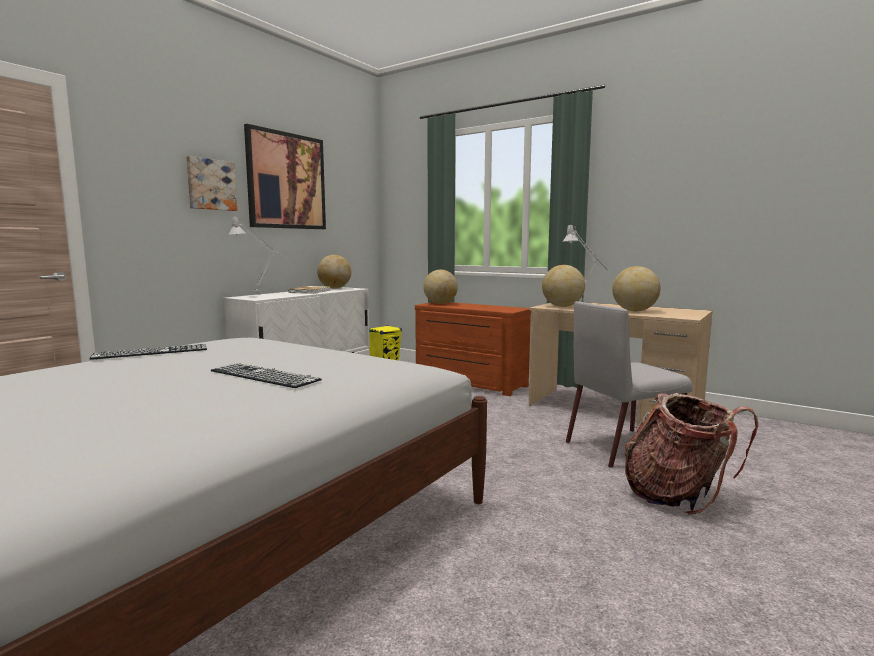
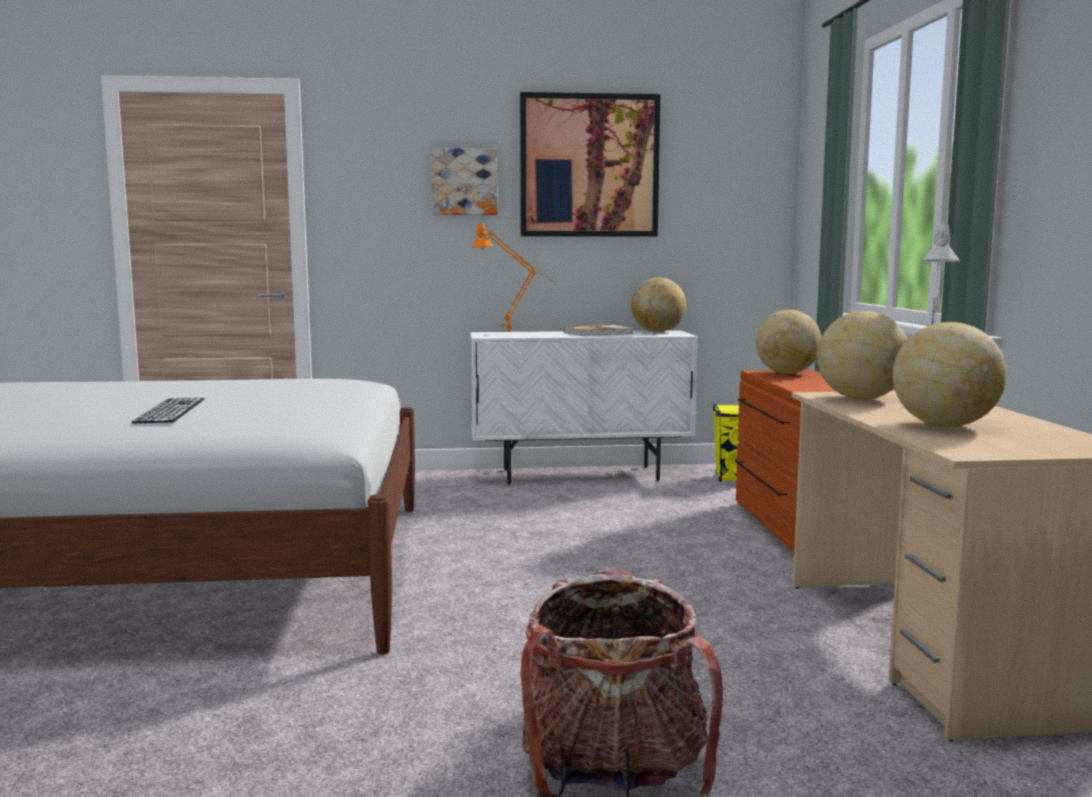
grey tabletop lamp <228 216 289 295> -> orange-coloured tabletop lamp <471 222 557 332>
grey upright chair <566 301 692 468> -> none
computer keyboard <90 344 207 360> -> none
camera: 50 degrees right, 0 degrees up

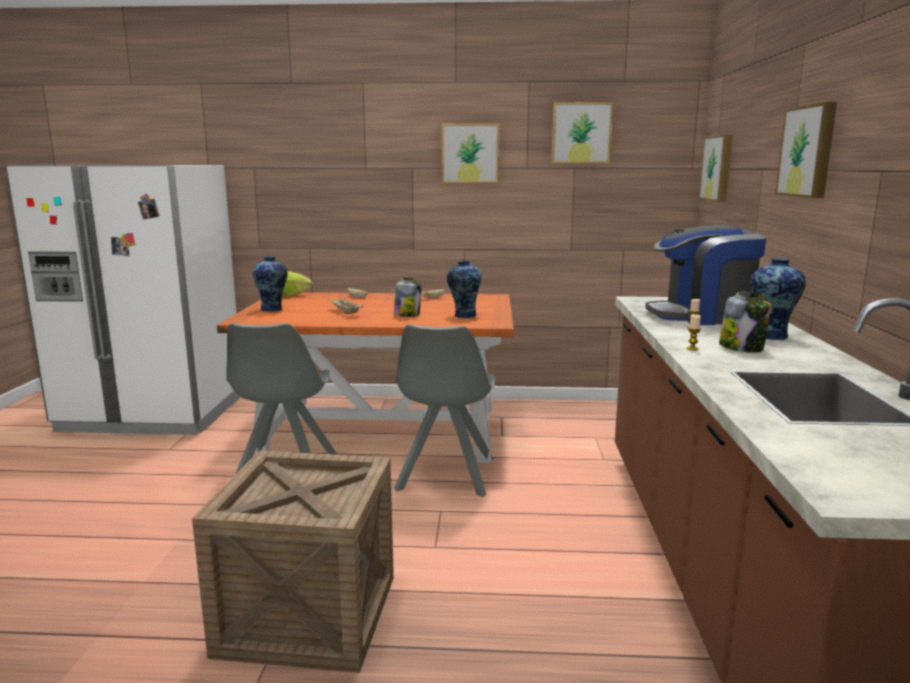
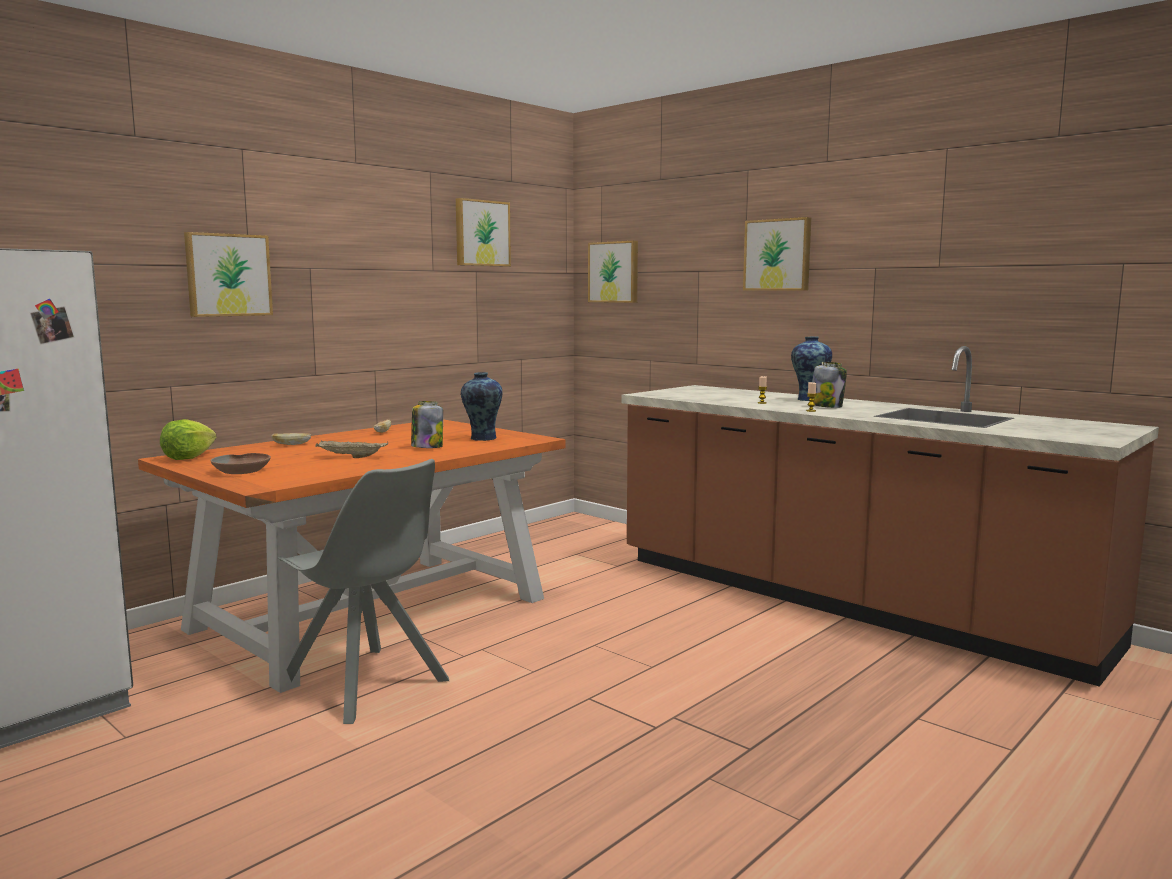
wall picture <442 123 500 183> -> wall picture <184 232 273 317>, moved
coffee machine <645 225 767 325> -> none
vase <253 256 288 312> -> brownish serving bowl <211 453 271 474>
grey upright chair <394 324 495 497> -> none
packing crate <192 451 394 673> -> none
camera: 50 degrees left, 5 degrees down

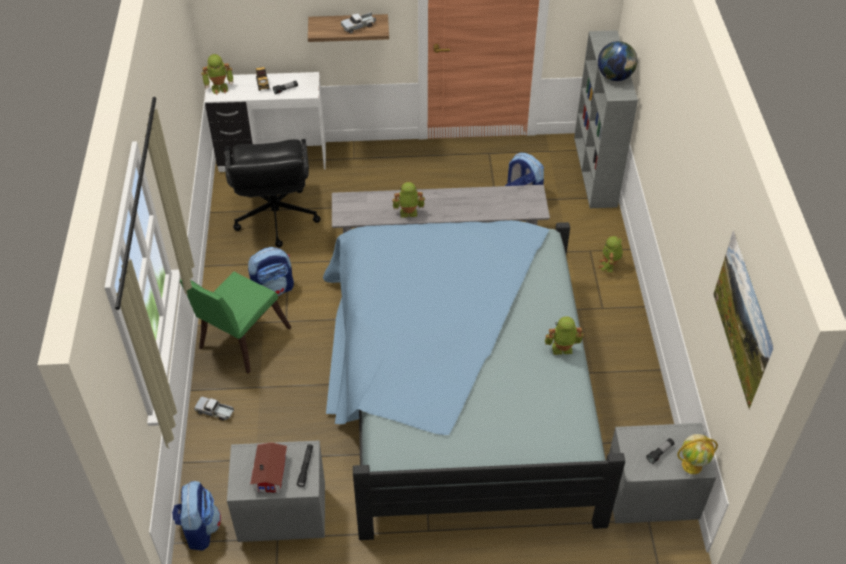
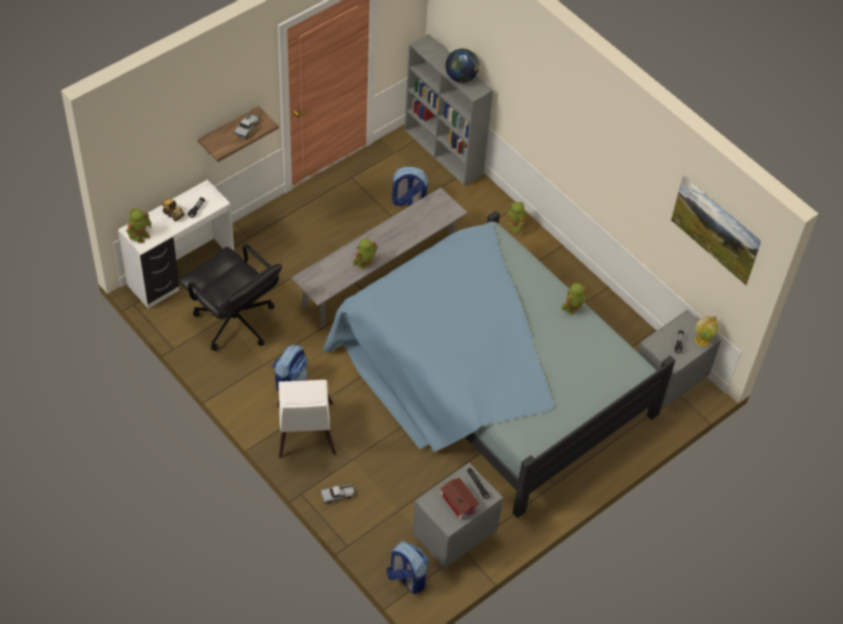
greenish upright chair <180 272 291 374> -> white upright chair <277 380 336 458>
camera: 40 degrees left, 5 degrees up

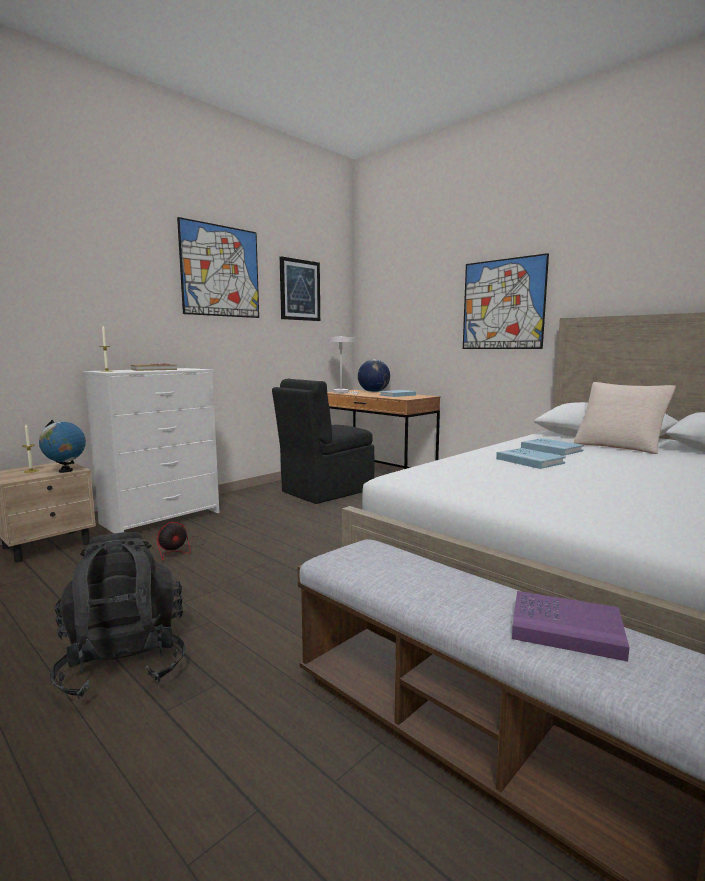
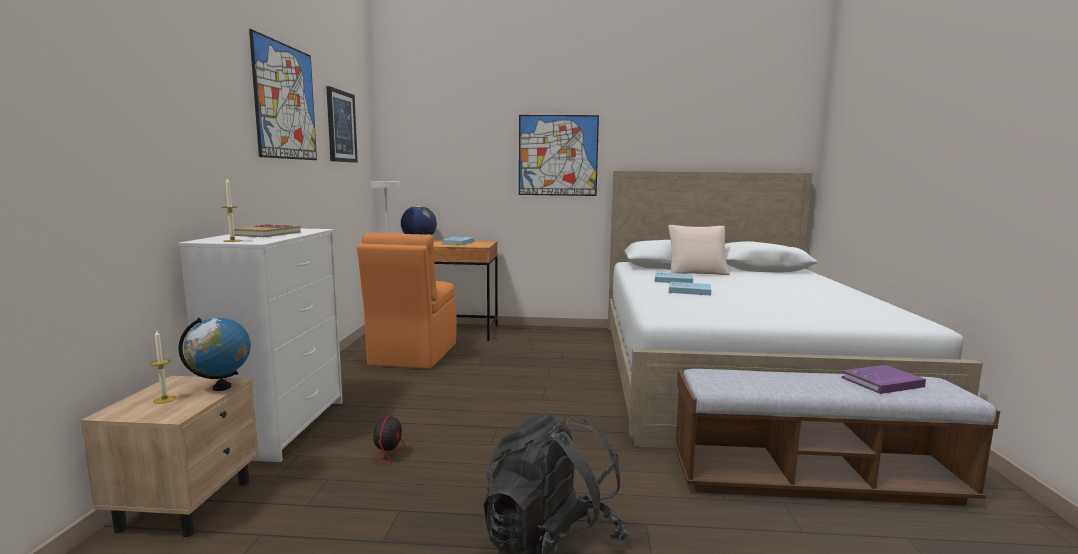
blackish upright chair <272 379 374 504> -> orange-coloured upright chair <357 233 456 369>
camera: 40 degrees left, 0 degrees up

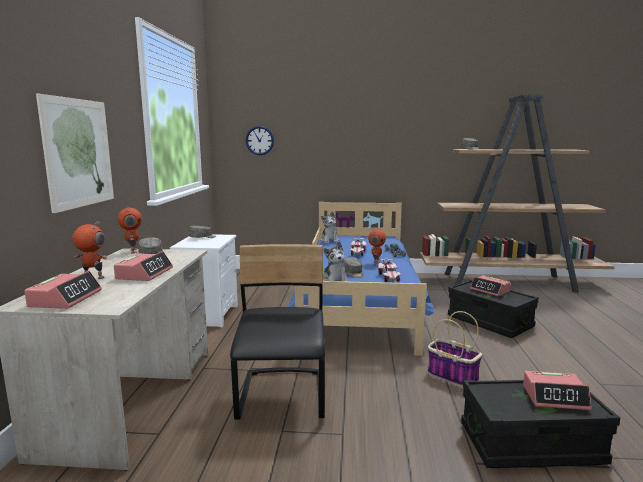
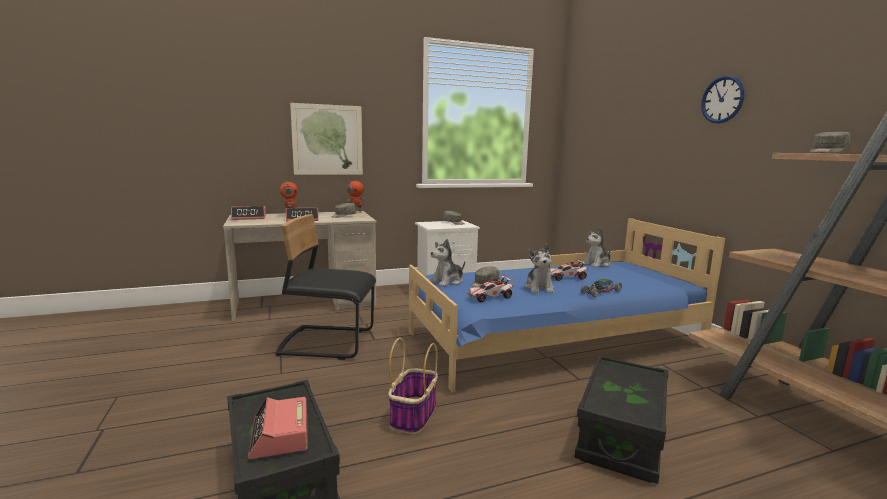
wall clock <246 126 274 155> -> wall clock <701 76 745 124>, moved
robot figure <368 229 386 265> -> soft toy <525 244 554 293>
blackish upright chair <230 244 325 420> -> blackish upright chair <275 214 376 360>, 150 degrees counterclockwise
table clock <470 275 510 296> -> none
camera: 65 degrees right, 0 degrees up

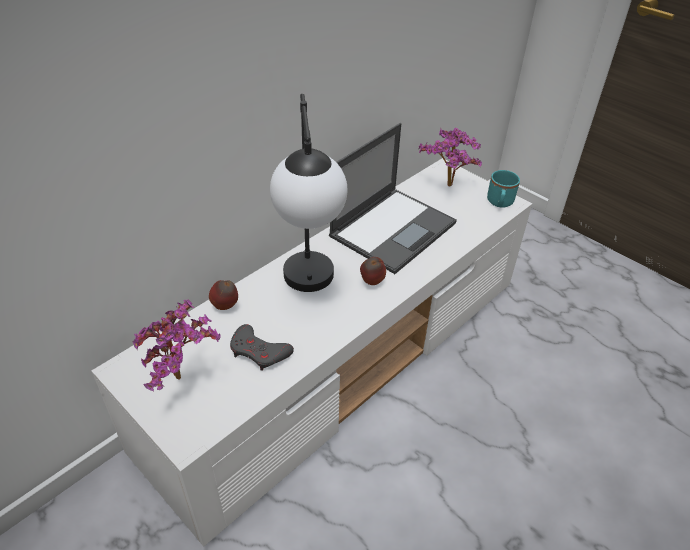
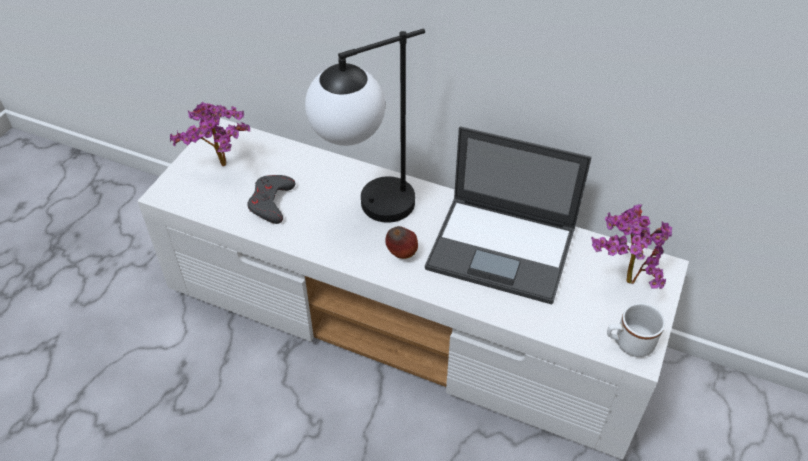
turquoise coffee mug <487 170 520 208> -> white coffee mug <607 303 665 357>
apple fruit <209 280 238 310> -> none
camera: 70 degrees right, 5 degrees up

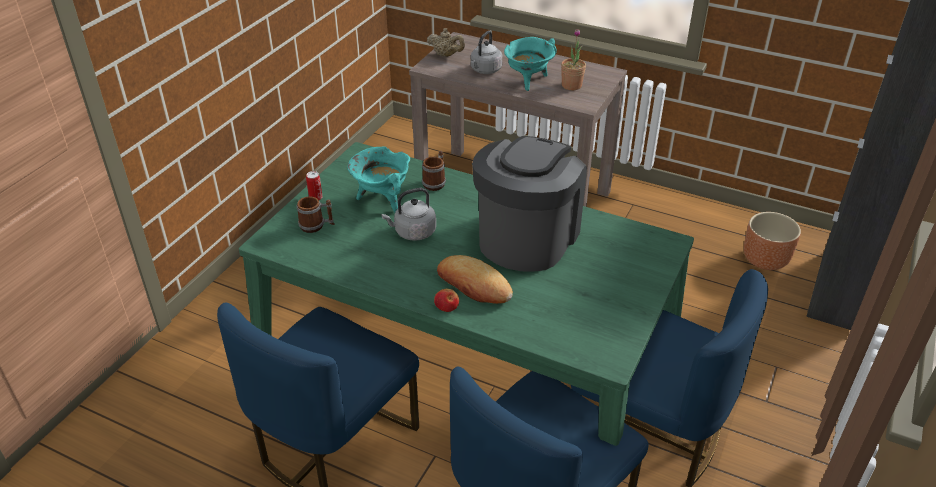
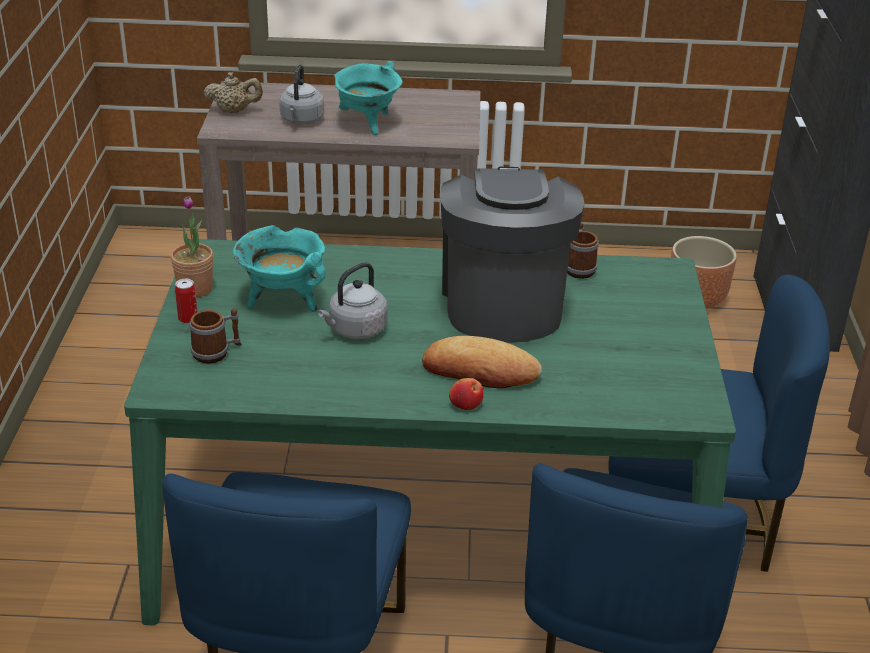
houseplant <561 29 586 90> -> houseplant <171 196 213 298>, moved
coffee mug <422 151 446 191> -> coffee mug <567 222 599 279>, moved
camera: 25 degrees left, 5 degrees down

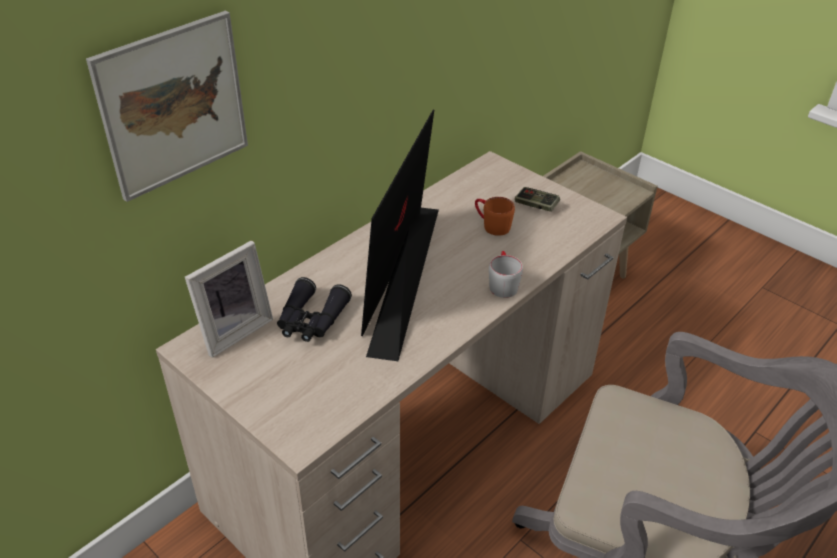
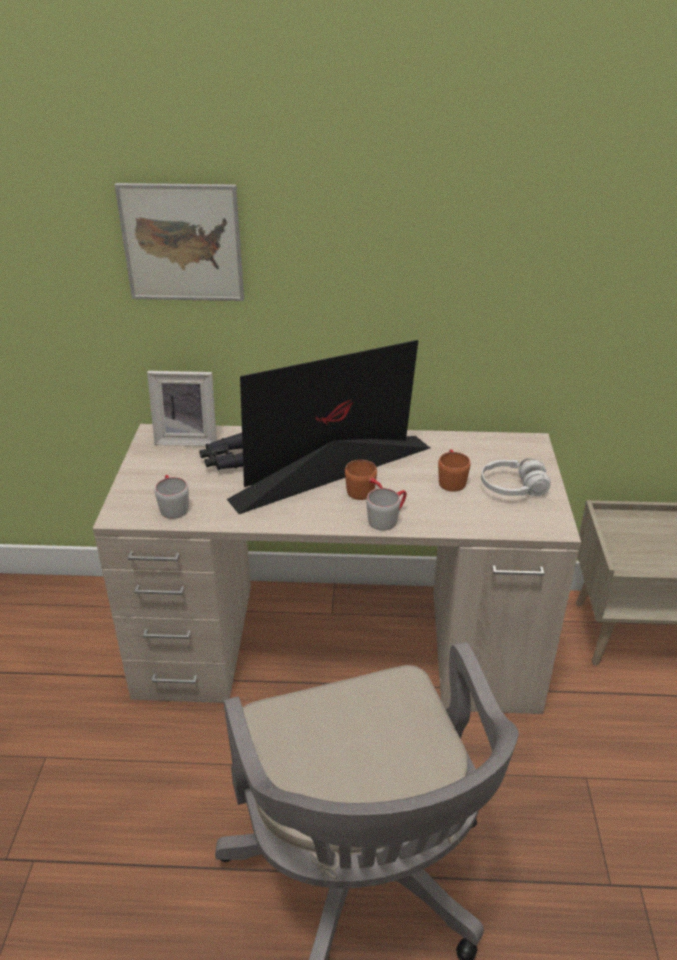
game controller <515 187 560 212> -> white pair of headphones <481 458 551 496>
none -> orange-coloured coffee mug <345 460 383 500>
none -> grey coffee mug <155 475 189 519>
camera: 50 degrees right, 5 degrees down

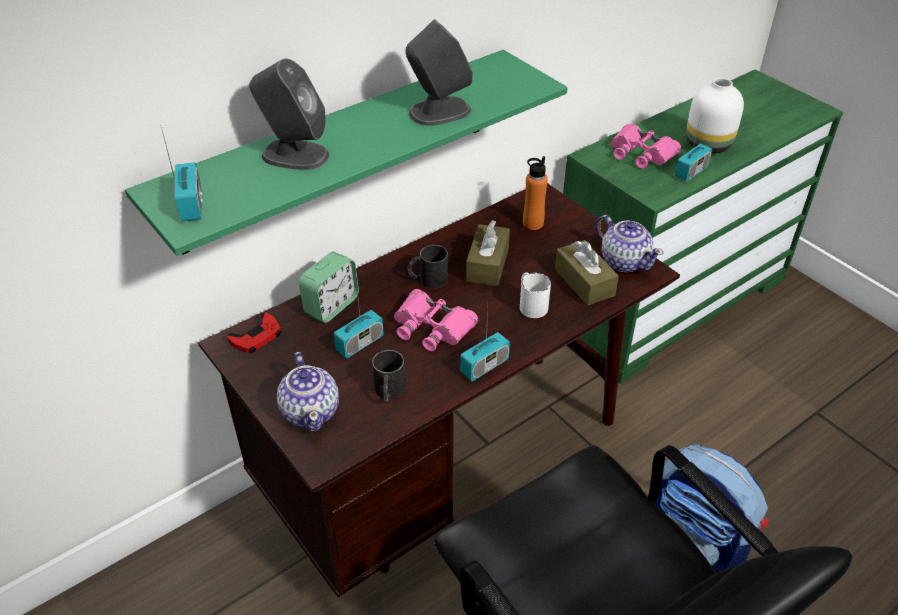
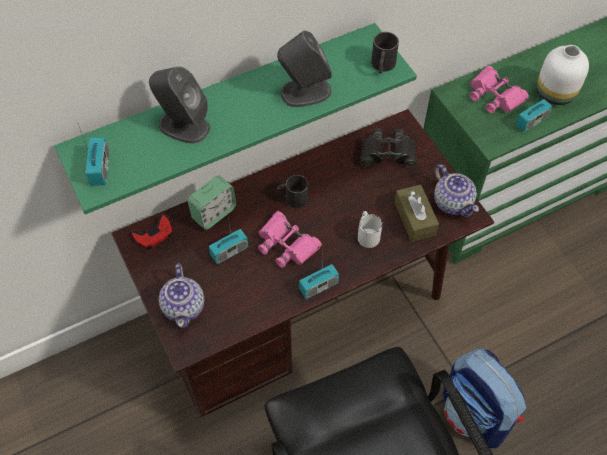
orange-coloured beverage bottle <523 156 548 230> -> blackish pair of binoculars <360 128 418 168>
brownish tissue holder <466 220 510 286> -> none
blackish coffee mug <372 350 406 403> -> blackish coffee mug <371 32 399 74>, moved
camera: 10 degrees right, 15 degrees up

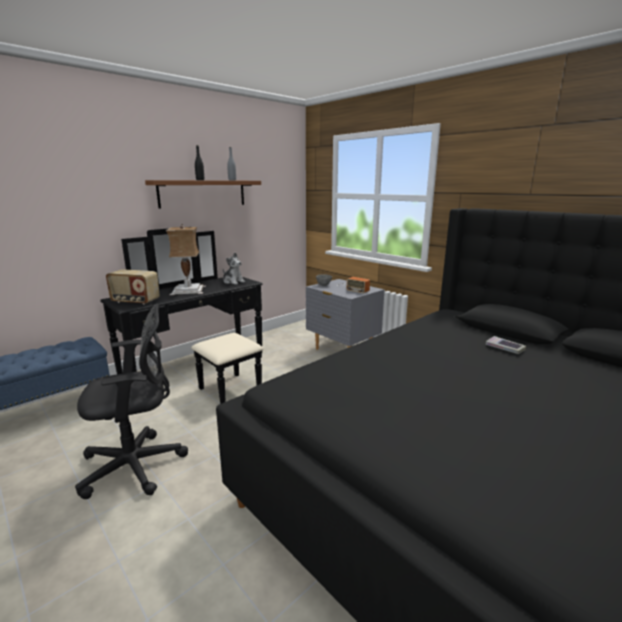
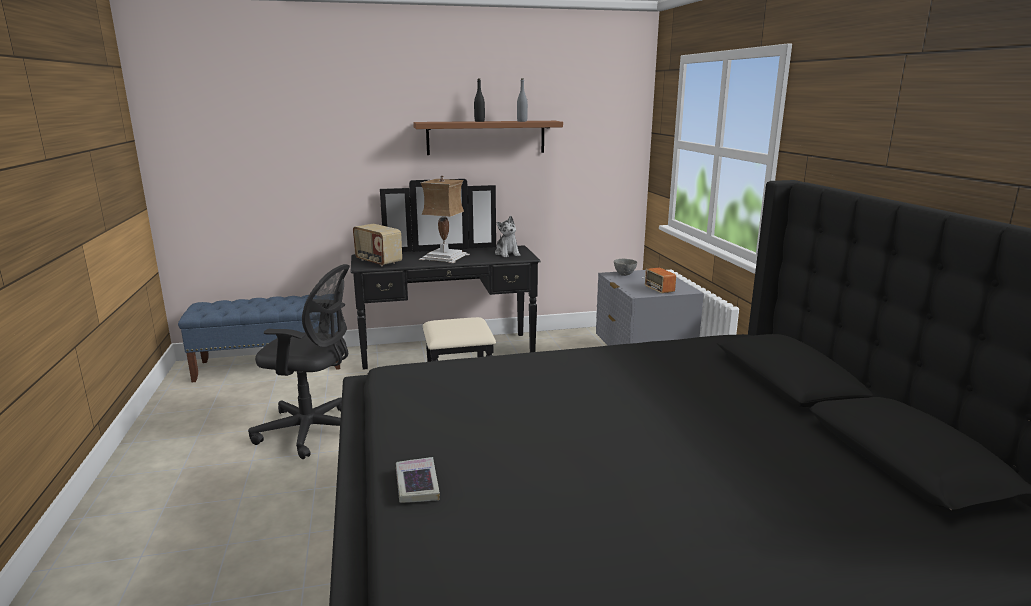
volume <485 336 526 354> -> volume <396 457 440 503>, moved
camera: 30 degrees right, 0 degrees up

